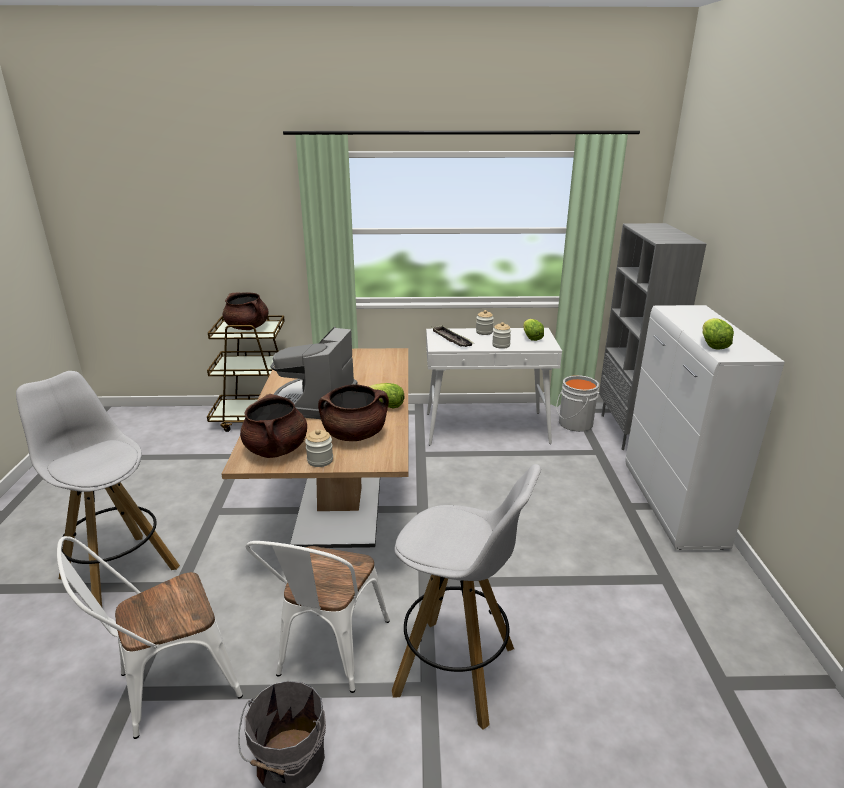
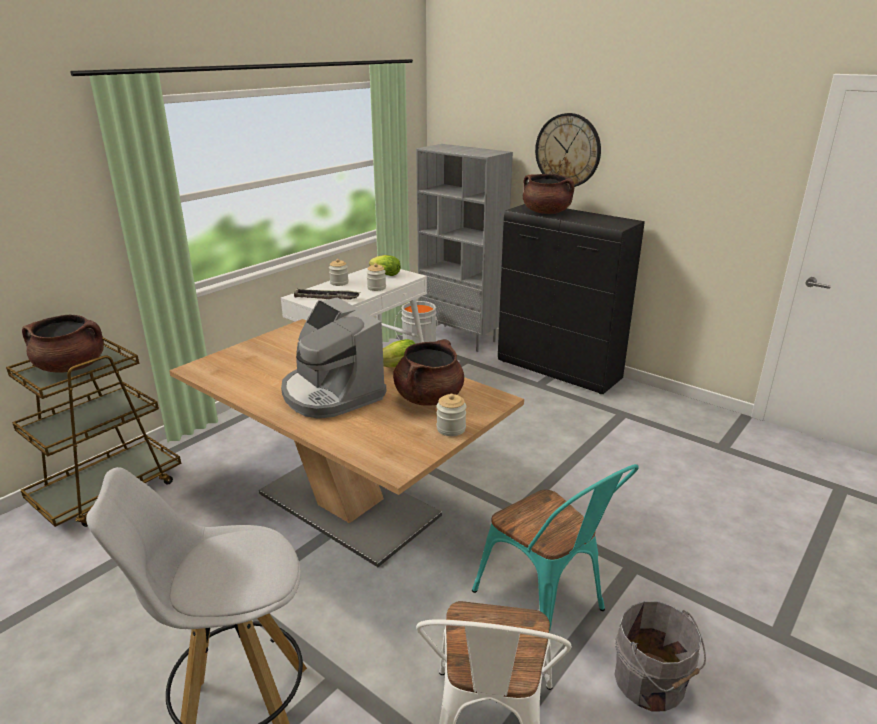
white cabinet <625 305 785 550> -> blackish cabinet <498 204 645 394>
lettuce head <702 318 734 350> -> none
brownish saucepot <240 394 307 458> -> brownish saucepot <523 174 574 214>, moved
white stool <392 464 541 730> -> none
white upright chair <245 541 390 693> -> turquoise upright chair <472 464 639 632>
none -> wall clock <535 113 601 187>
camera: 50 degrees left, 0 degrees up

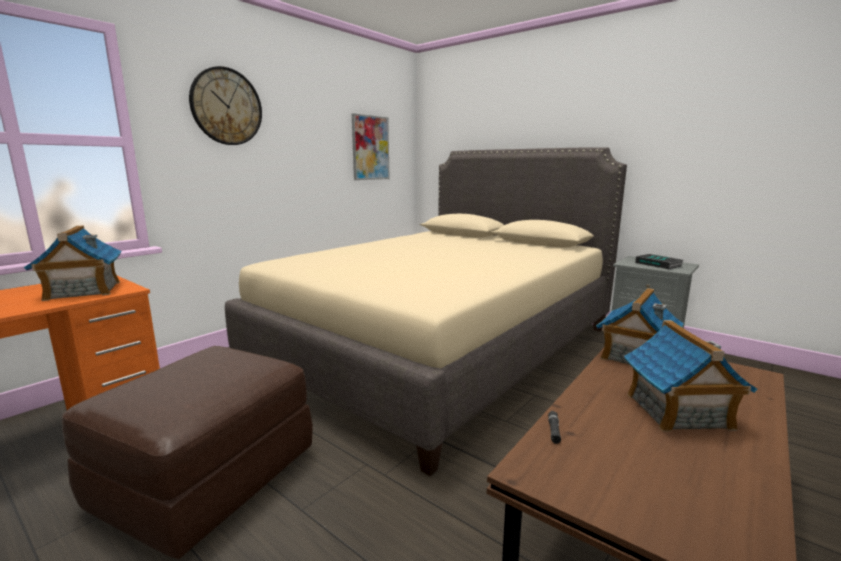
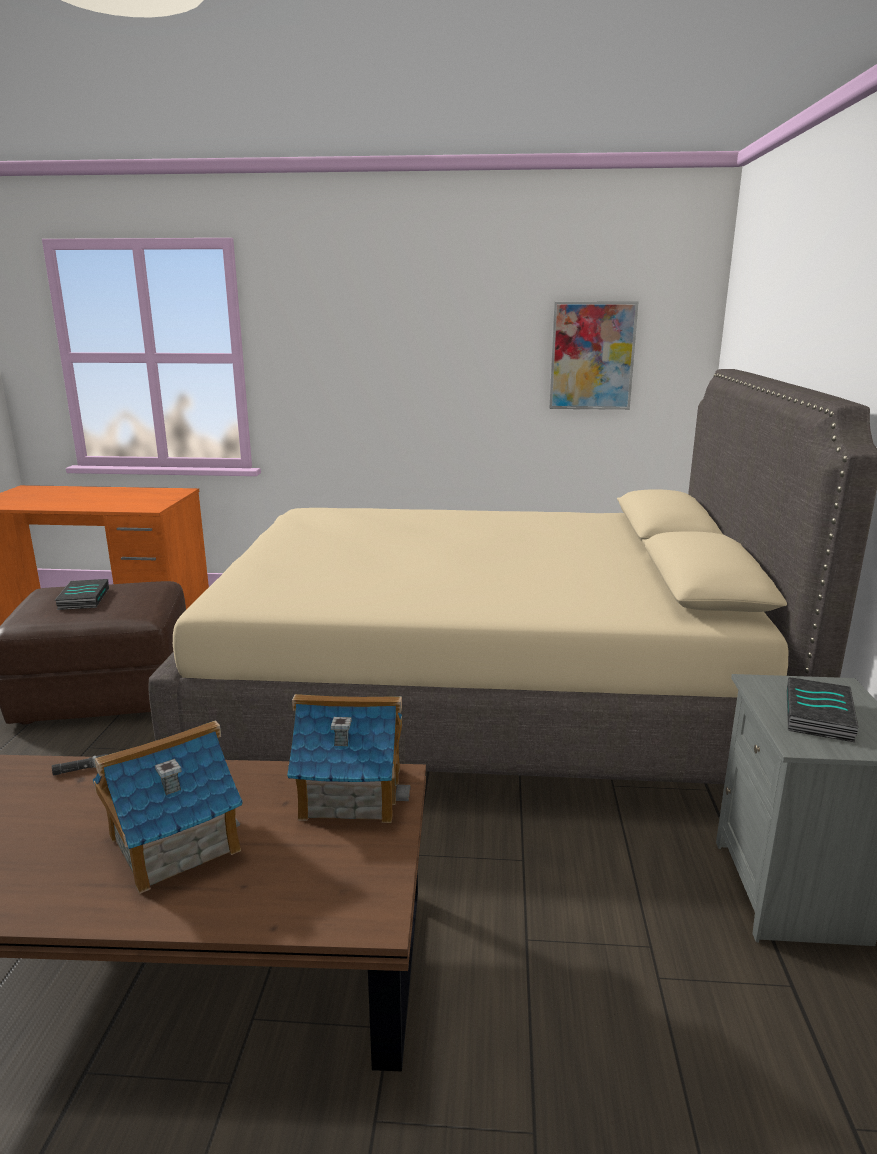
wall clock <189 66 262 145> -> none
toy house <24 225 122 301> -> none
none -> volume <55 579 109 610>
camera: 55 degrees right, 5 degrees up

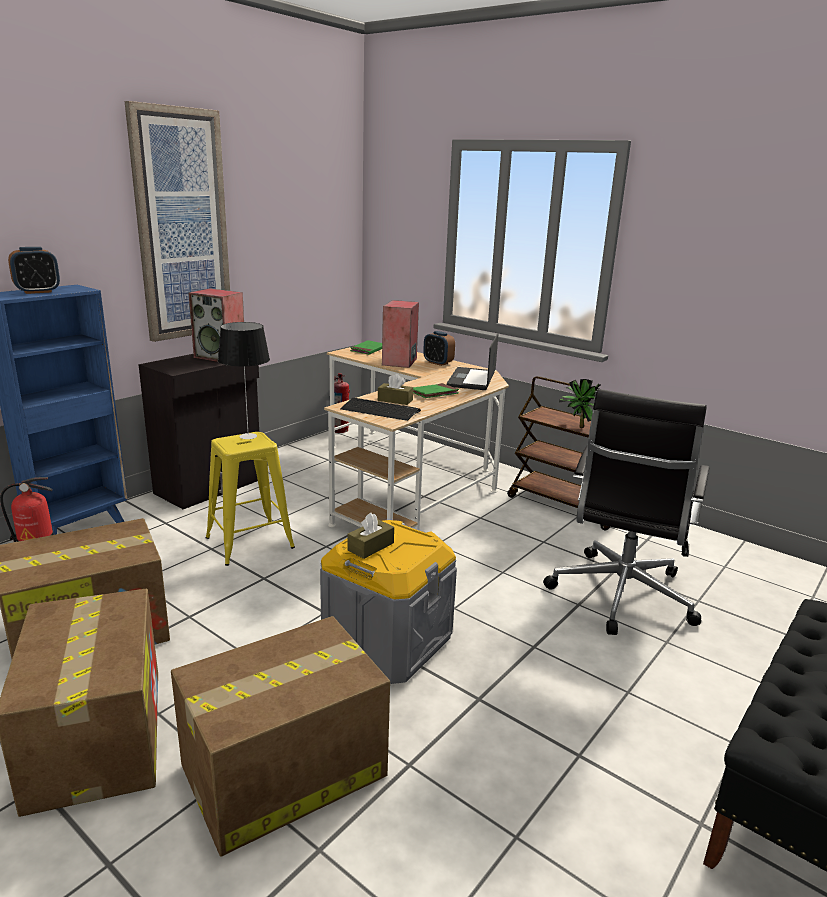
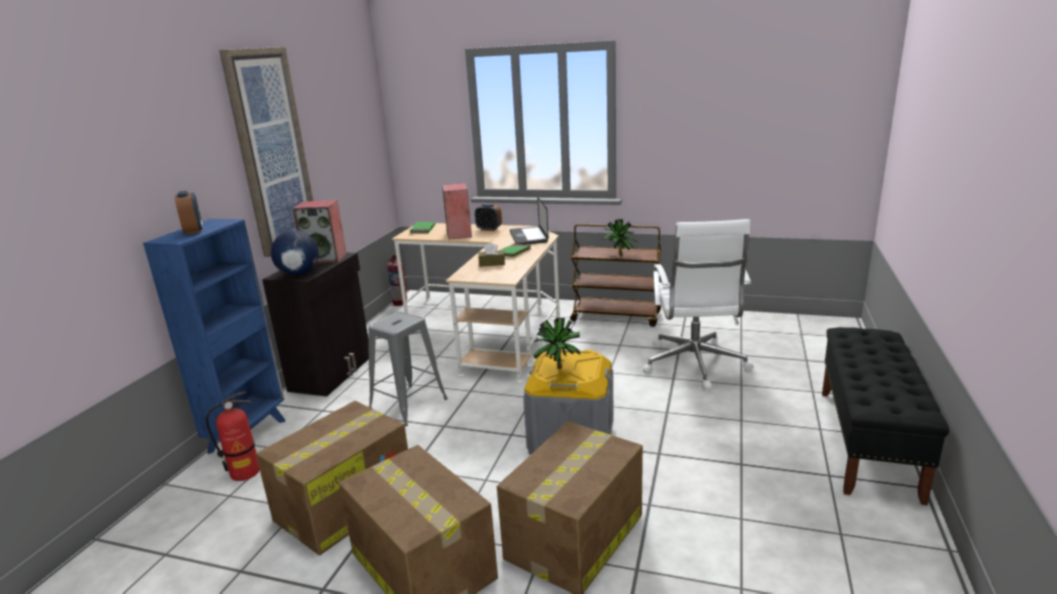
table clock <8 247 60 294> -> table clock <175 191 203 235>, 60 degrees counterclockwise
tabletop lamp <218 322 270 439> -> none
blackish computer chair <543 389 709 635> -> white computer chair <642 219 754 391>
computer keyboard <340 398 421 421> -> none
yellowish stool <206 432 295 566> -> grey stool <368 312 448 426>
brownish tissue holder <347 513 394 559> -> houseplant <533 318 580 369>
none -> globe <271 230 319 276>
camera: 20 degrees left, 0 degrees up

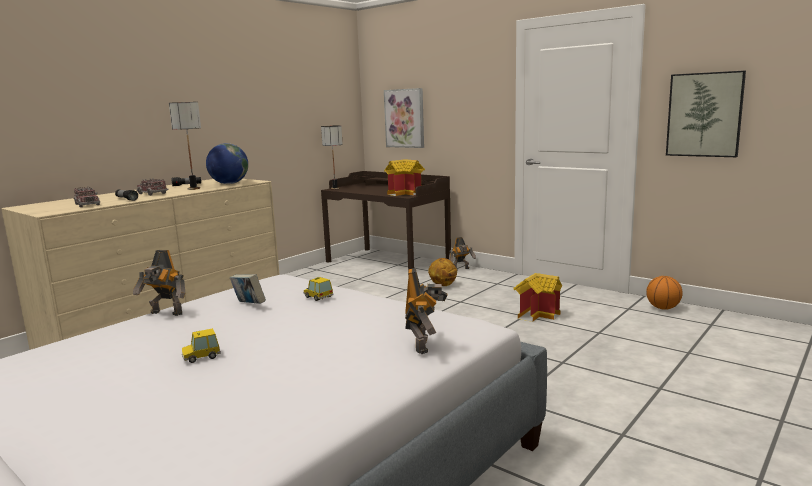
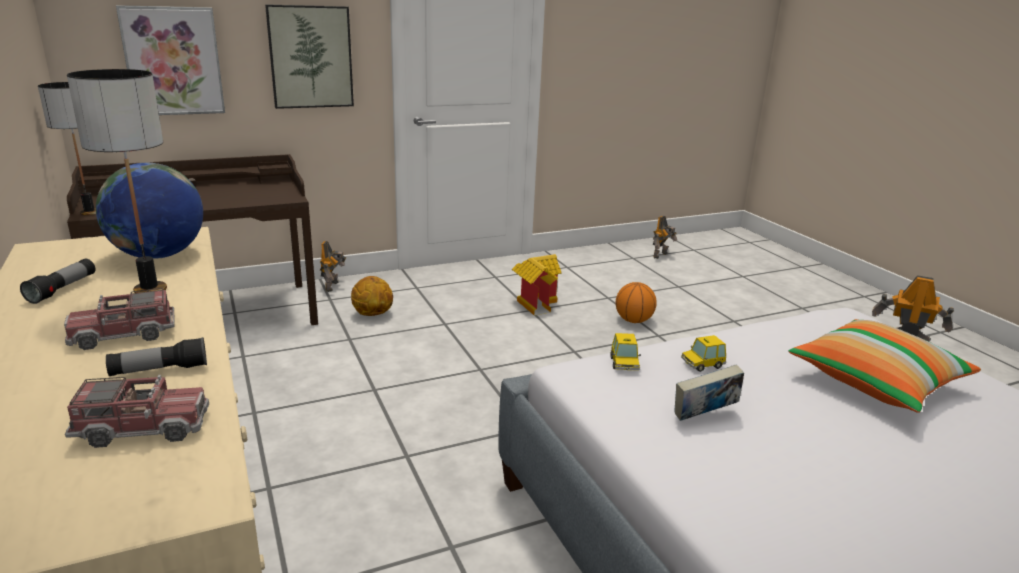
wall picture <666 71 746 157> -> wall picture <265 4 354 109>, moved
toy house <384 159 425 196> -> none
robot figure <133 250 185 316> -> robot figure <653 216 677 259>, moved
ball for basketball <646 276 683 310> -> ball for basketball <616 282 657 323>, moved
miniature car <182 328 221 363> -> miniature car <610 333 641 370>, moved
none -> pillow <788 319 981 413>
camera: 65 degrees left, 10 degrees up

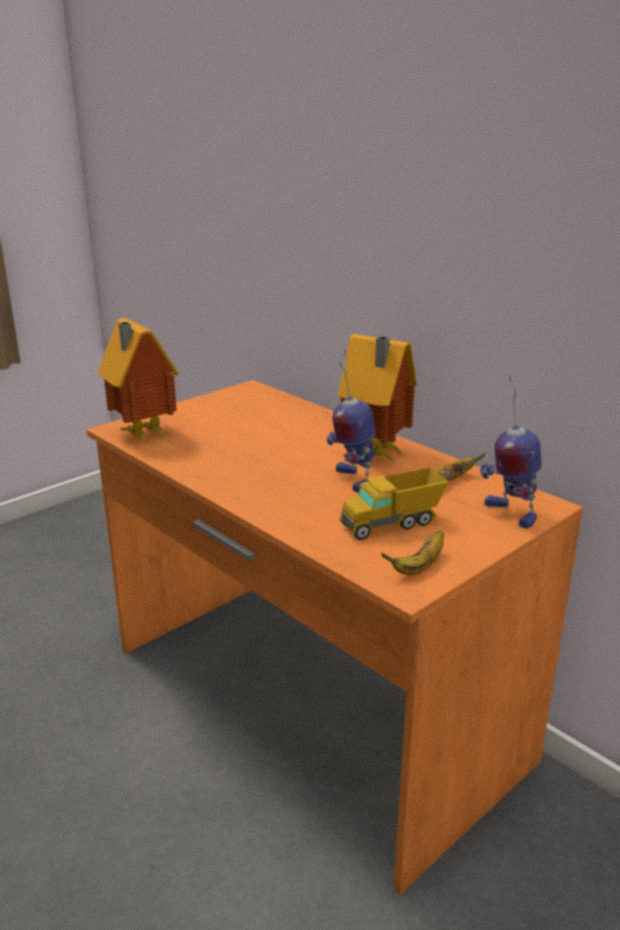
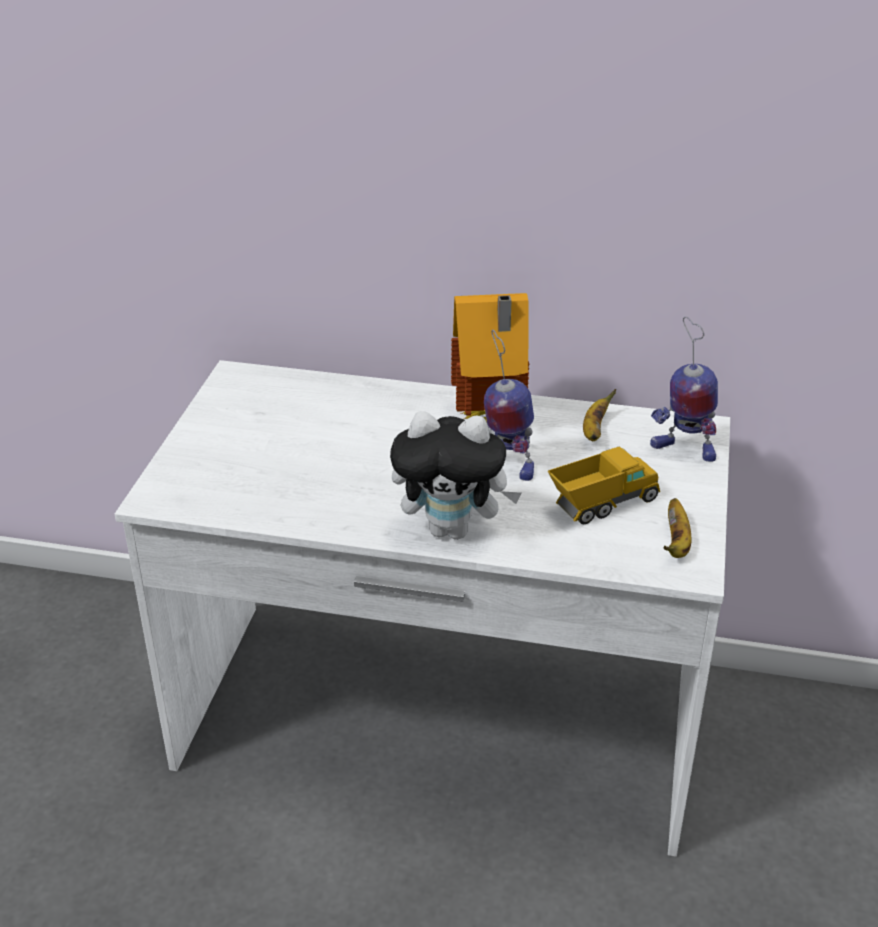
toy house <98 318 179 444> -> none
orange-coloured desk <87 380 583 895> -> white desk <115 360 730 857>
toy truck <339 468 449 540> -> toy truck <548 446 660 524>, 150 degrees counterclockwise
none -> soft toy <390 411 522 540>
camera: 35 degrees left, 10 degrees up

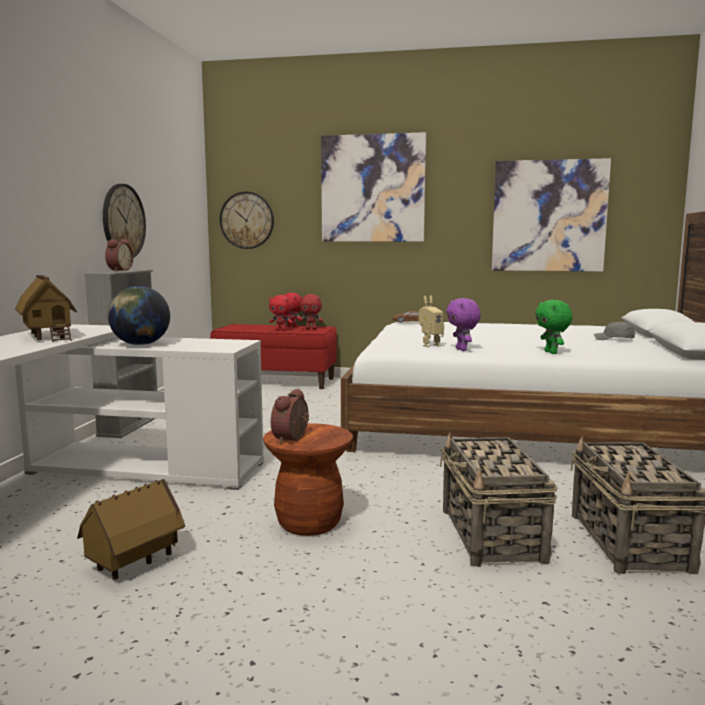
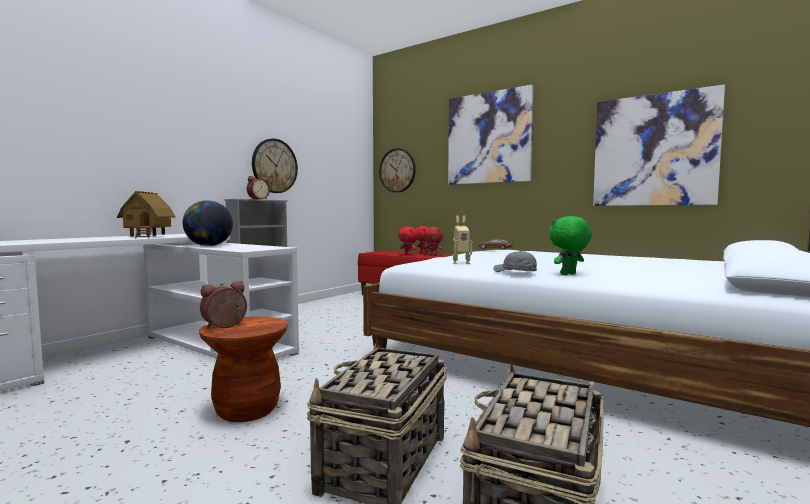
purplish soft toy <446 298 481 351> -> none
greenish soft toy <535 300 573 354> -> greenish soft toy <549 216 592 275>, 45 degrees clockwise
grey cap <594 321 635 340> -> grey cap <493 250 537 272>, moved
toy house <77 479 185 580> -> none
camera: 25 degrees right, 5 degrees down

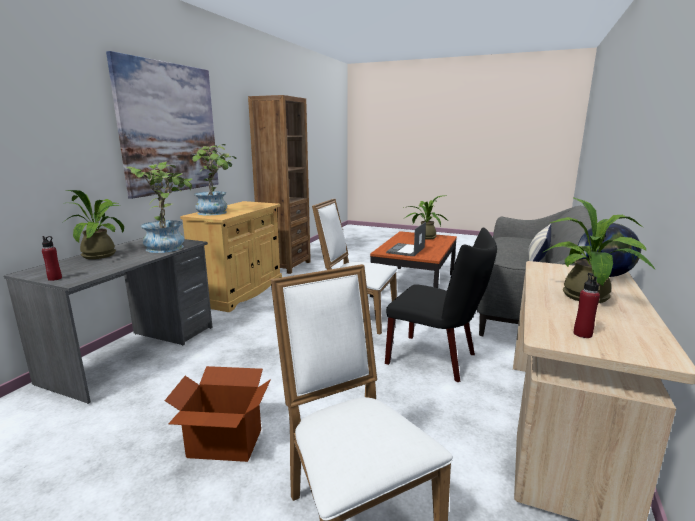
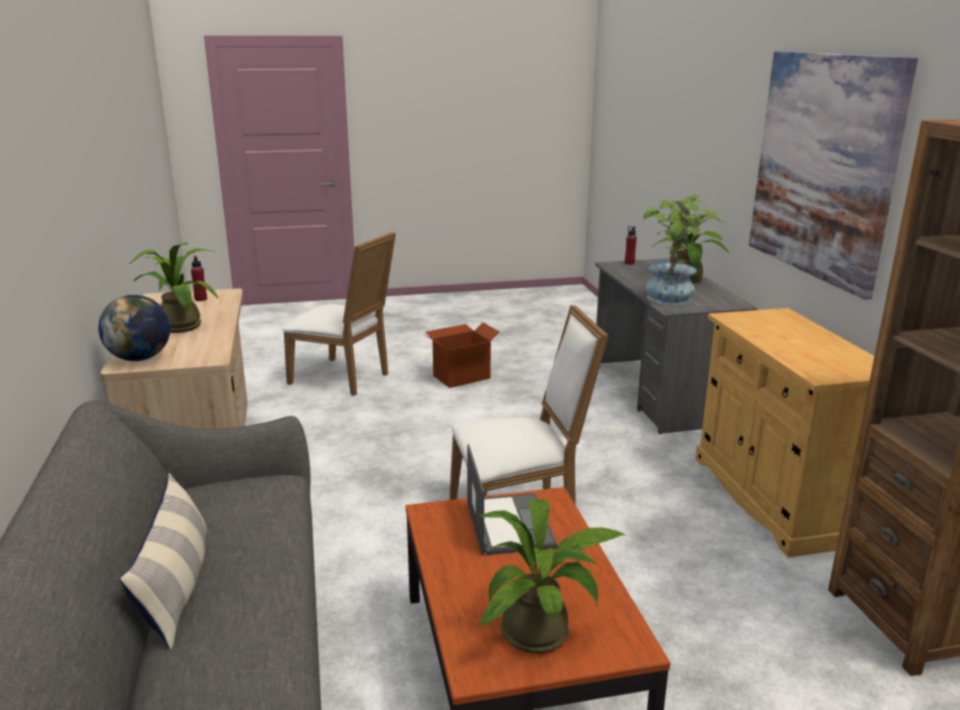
houseplant <192 144 236 216> -> none
blackish upright chair <385 228 497 382> -> none
camera: 145 degrees right, 5 degrees up

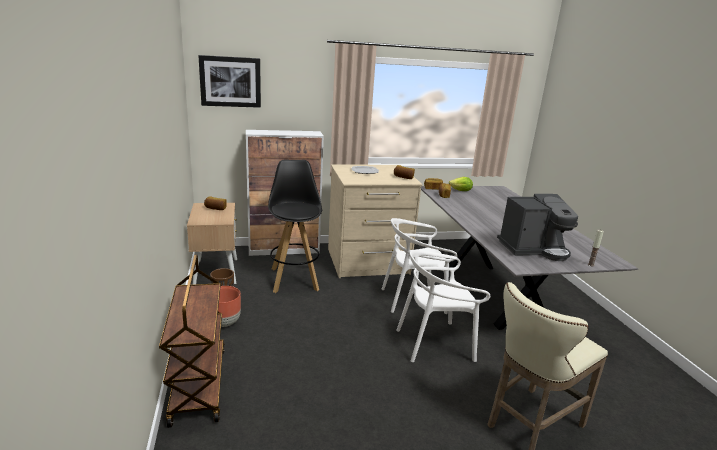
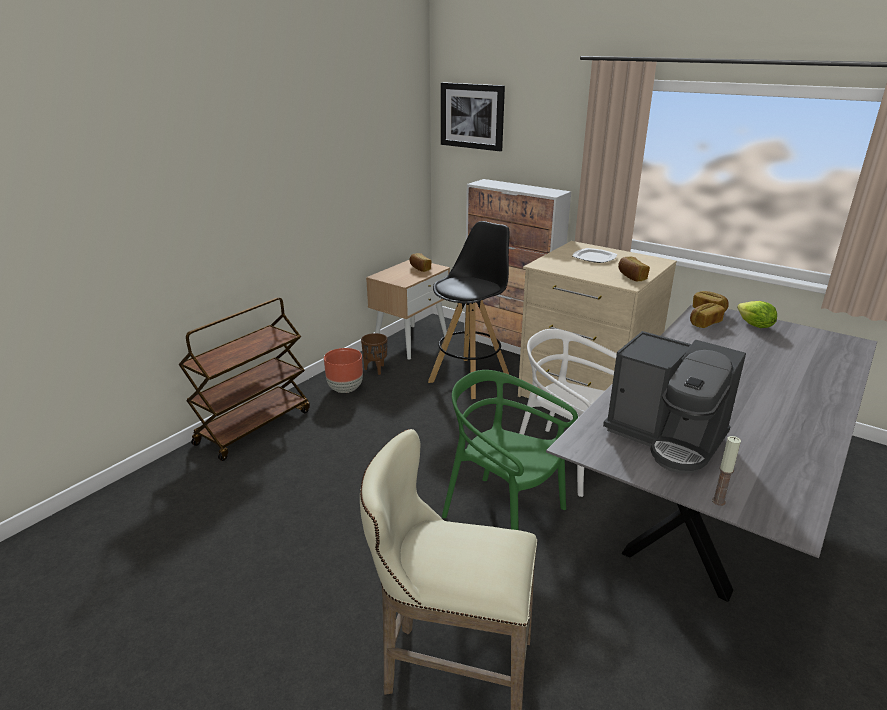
white upright chair <396 250 490 362> -> greenish upright chair <442 370 578 530>
camera: 50 degrees right, 5 degrees up

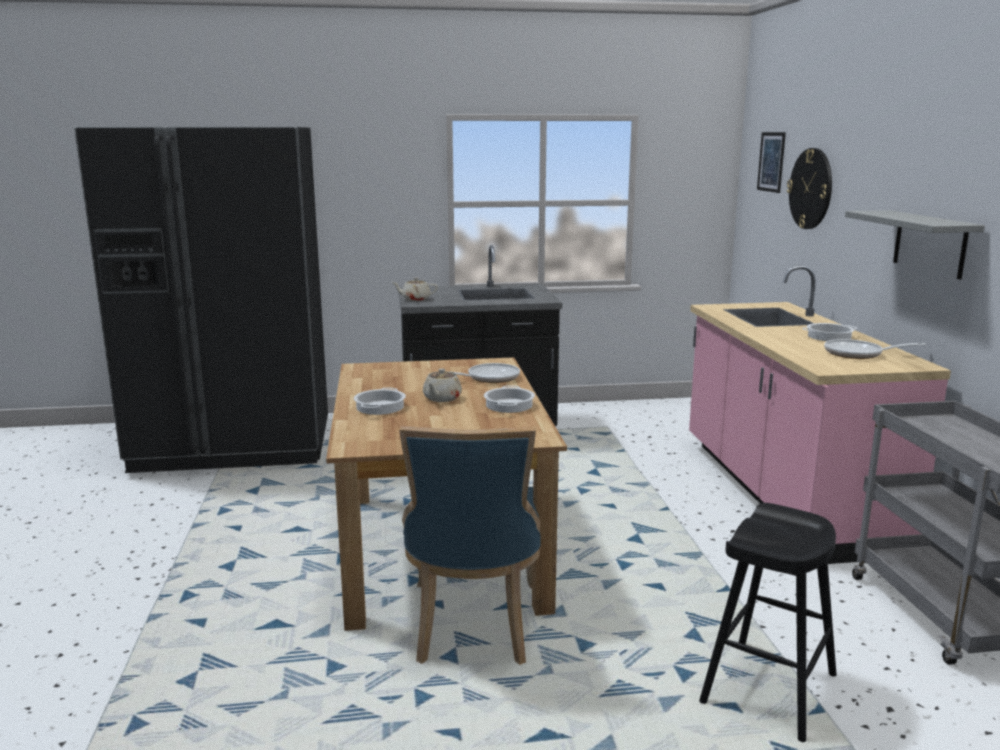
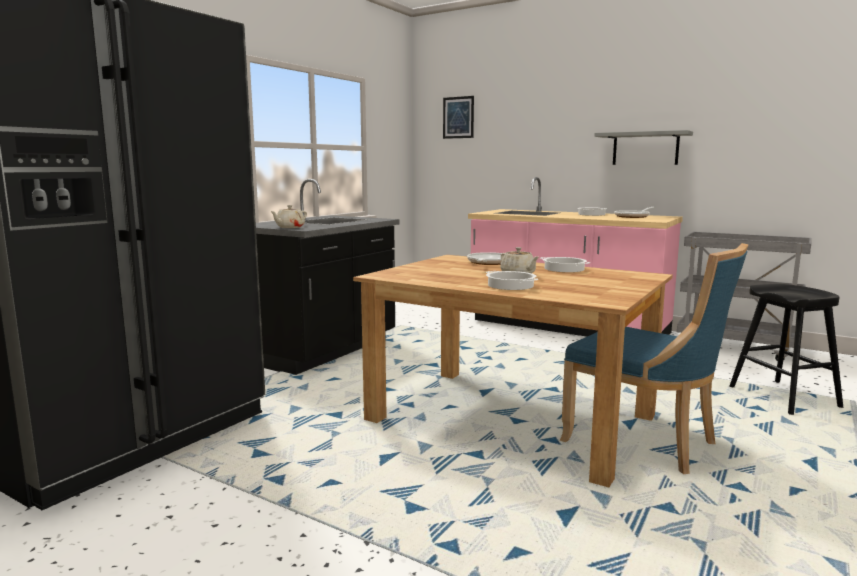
wall clock <787 148 832 229> -> none
camera: 50 degrees left, 5 degrees down

